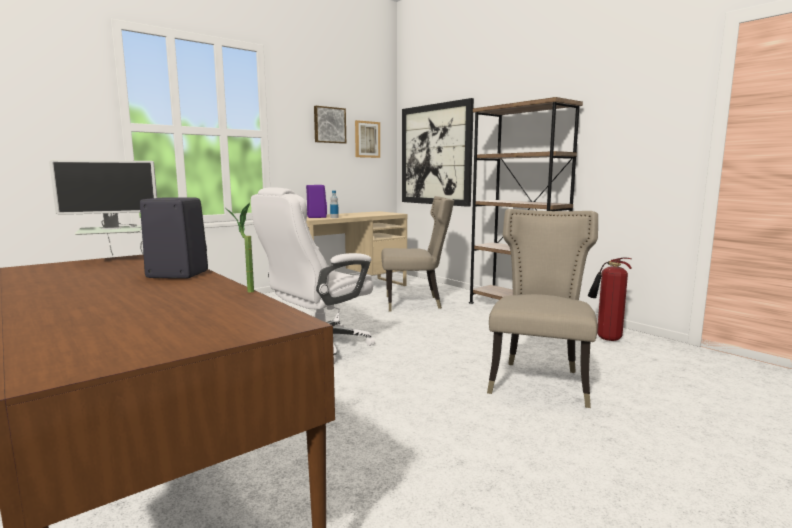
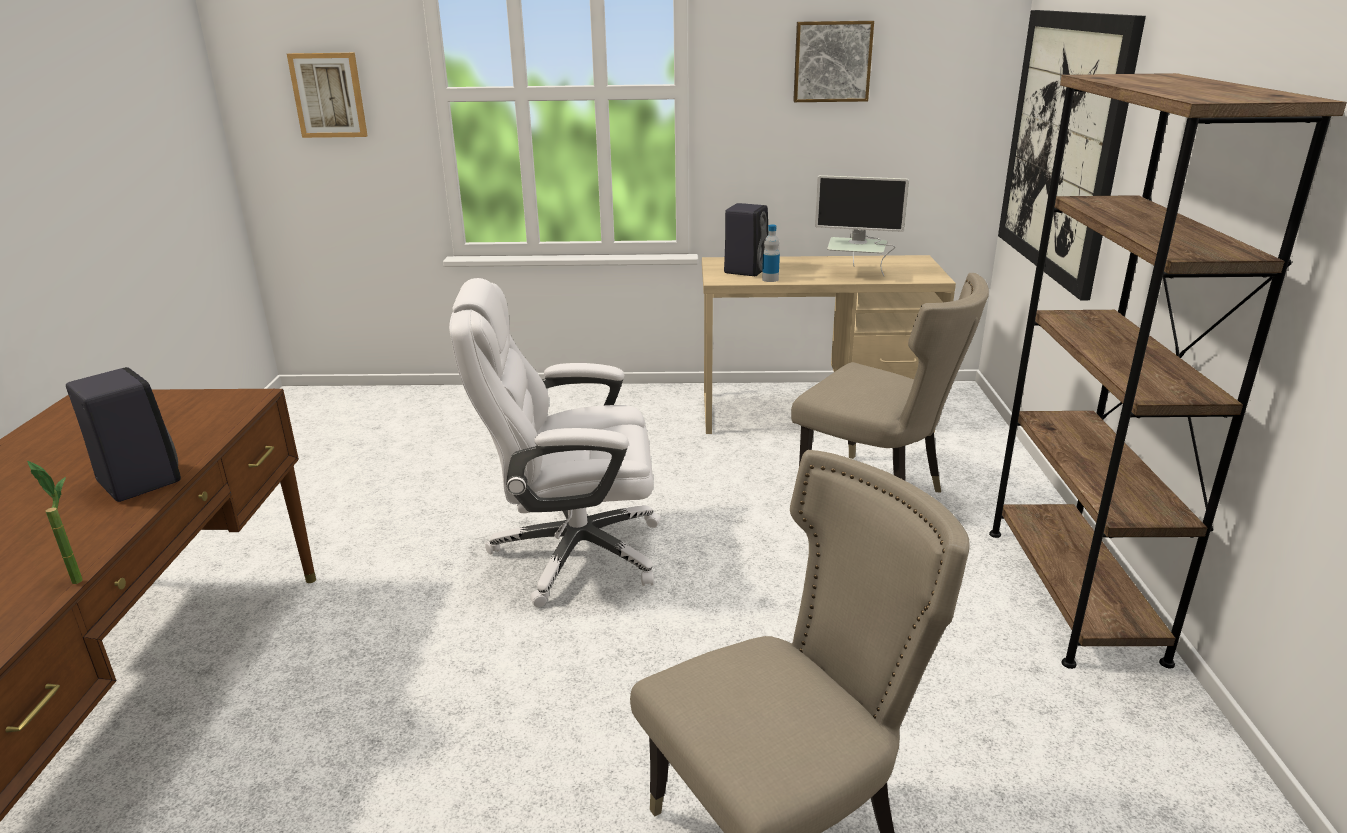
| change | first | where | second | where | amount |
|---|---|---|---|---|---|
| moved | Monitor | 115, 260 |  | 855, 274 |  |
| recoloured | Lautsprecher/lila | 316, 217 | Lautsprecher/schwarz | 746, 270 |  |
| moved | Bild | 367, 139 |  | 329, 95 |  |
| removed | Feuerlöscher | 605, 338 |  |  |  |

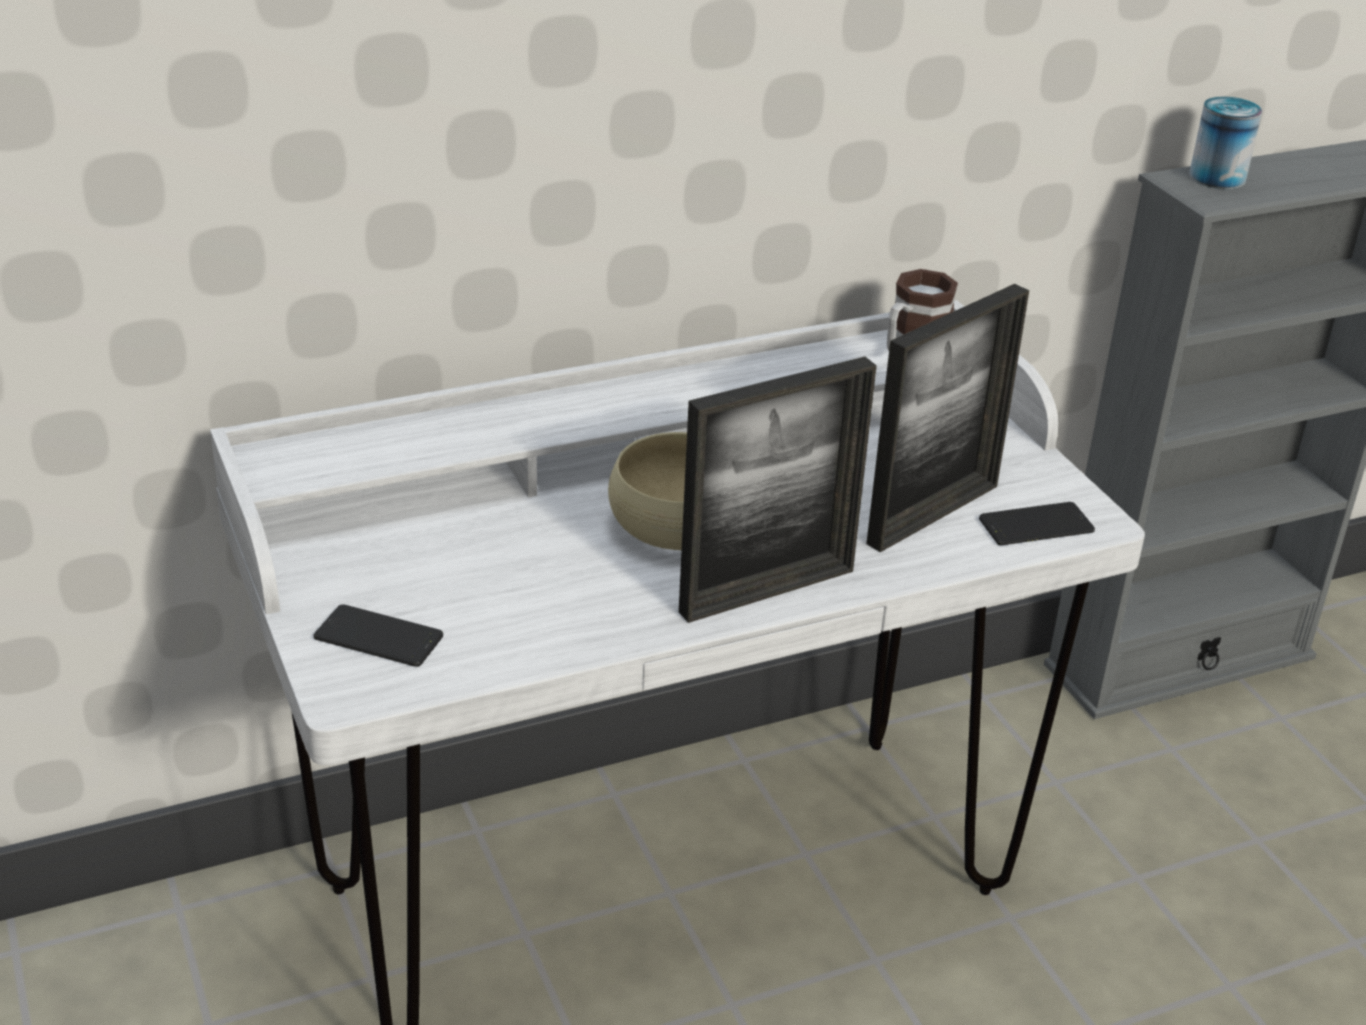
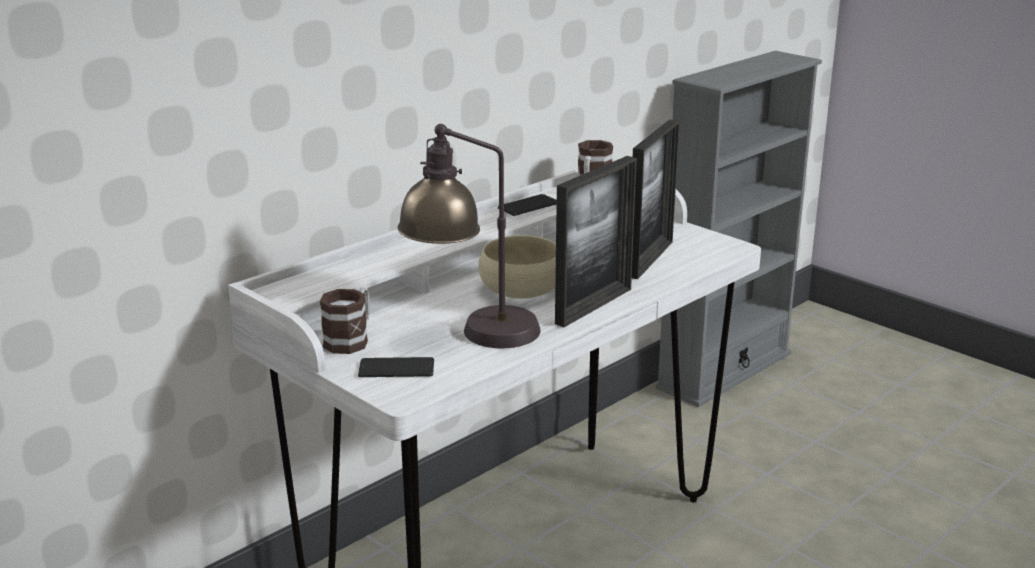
| change | first | where | second | where | amount |
|---|---|---|---|---|---|
| moved | Handy | 1036, 525 |  | 528, 206 |  |
| removed | Dose | 1217, 177 |  |  |  |
| added |  |  | Henkelbecher | 351, 339 |  |
| added |  |  | Tischlampe | 471, 333 |  |

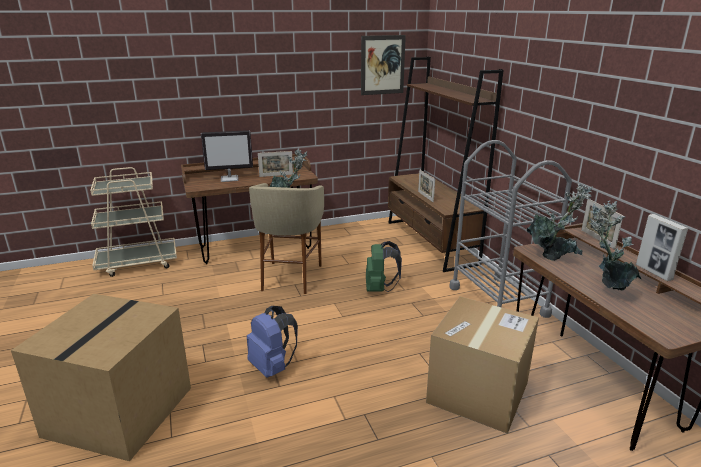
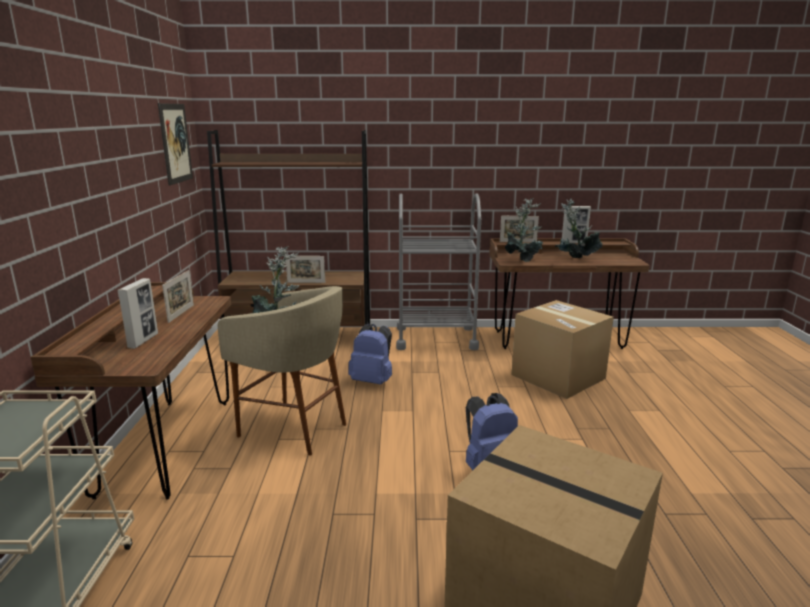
| change | first | where | second | where | amount |
|---|---|---|---|---|---|
| replaced | Monitor | 230, 179 | Bilderrahmen | 143, 341 |  |
| recoloured | Rucksack/grün | 380, 289 | Rucksack/blau | 373, 381 |  |

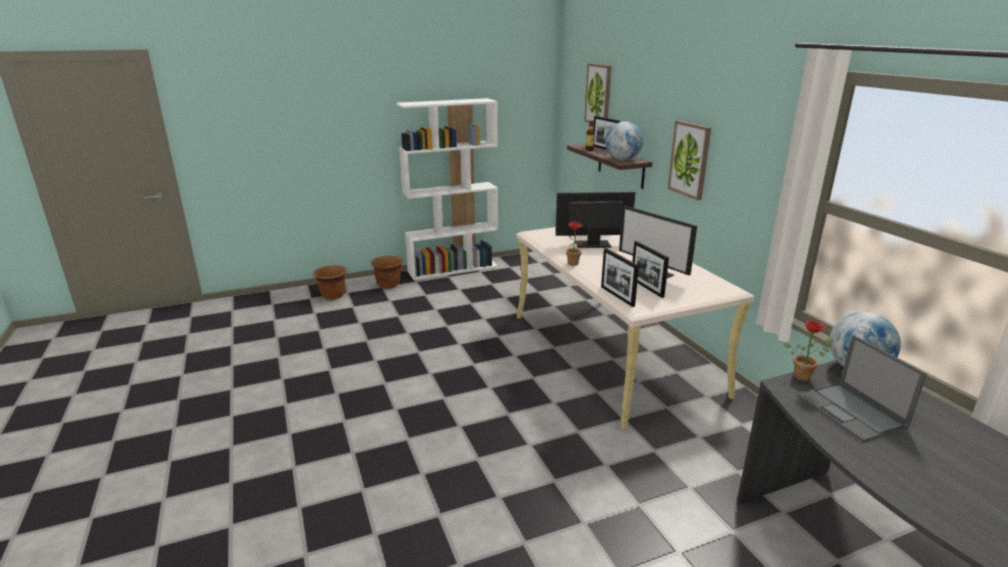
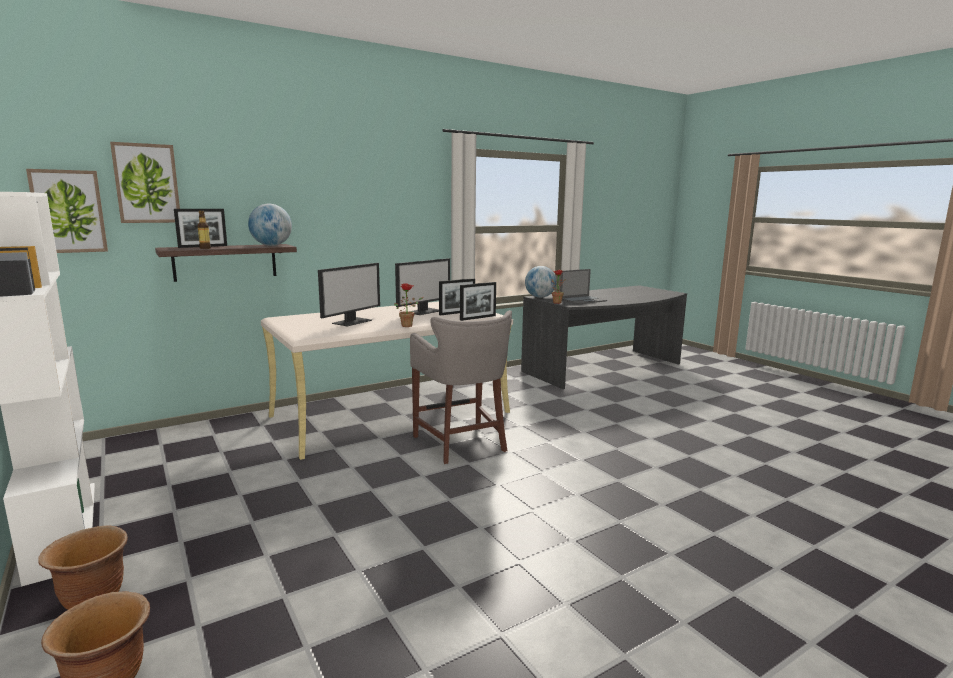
| change | first | where | second | where | amount |
|---|---|---|---|---|---|
| turned | Monitor | 592, 244 |  | 352, 321 | 135 degrees counterclockwise |
| moved | Bild | 689, 159 |  | 69, 211 |  |
| added |  |  | Hocker/grau | 462, 444 |  |

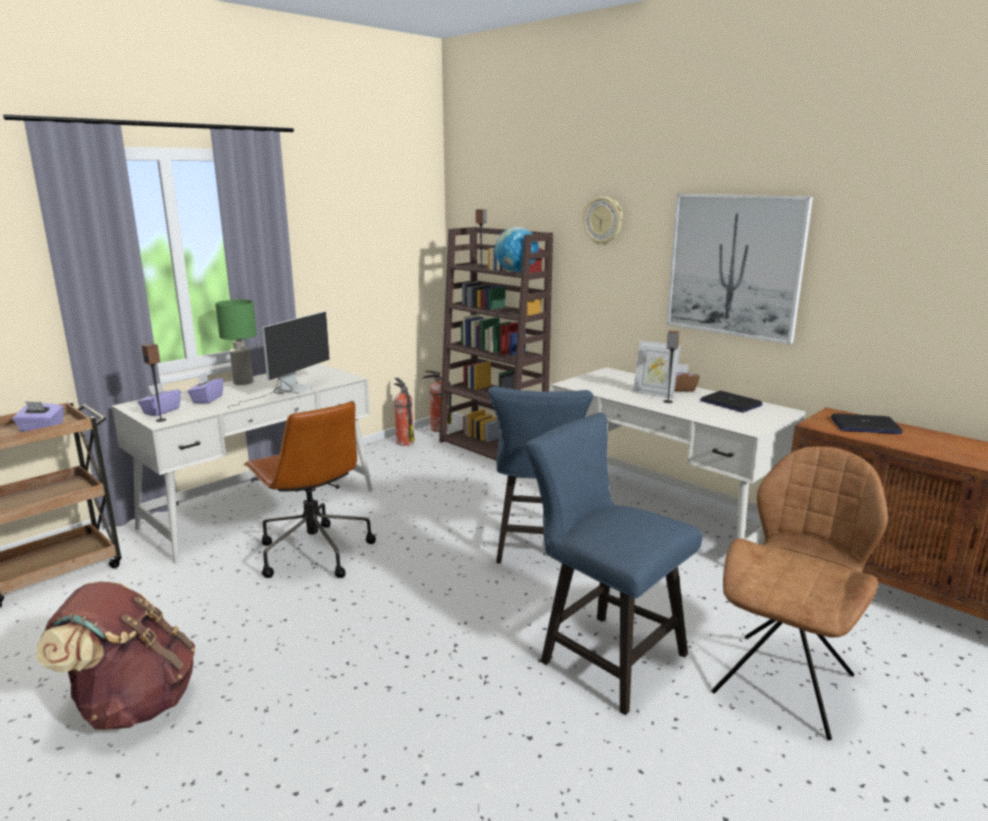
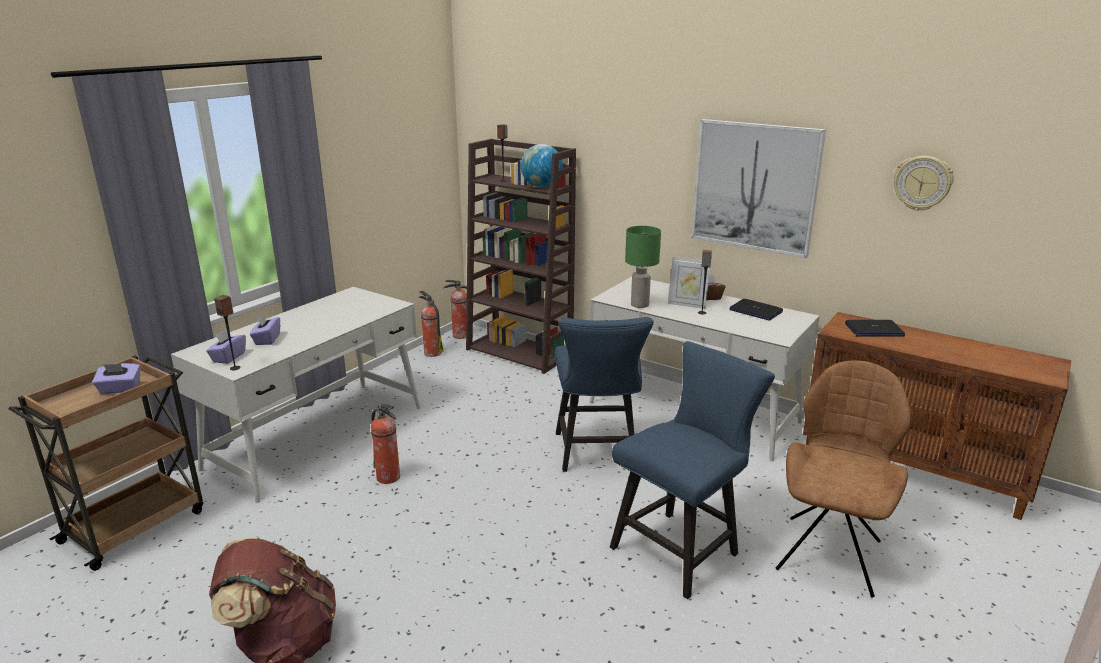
| change | first | where | second | where | amount |
|---|---|---|---|---|---|
| moved | Tischlampe/grün | 244, 382 |  | 640, 305 |  |
| removed | Monitor | 288, 391 |  |  |  |
| replaced | Bürostuhl/braun | 313, 552 | Feuerlöscher | 389, 477 |  |
| turned | Stuhl/blau | 604, 655 |  | 681, 548 | 105 degrees clockwise |
| moved | Wanduhr | 603, 221 |  | 922, 183 |  |

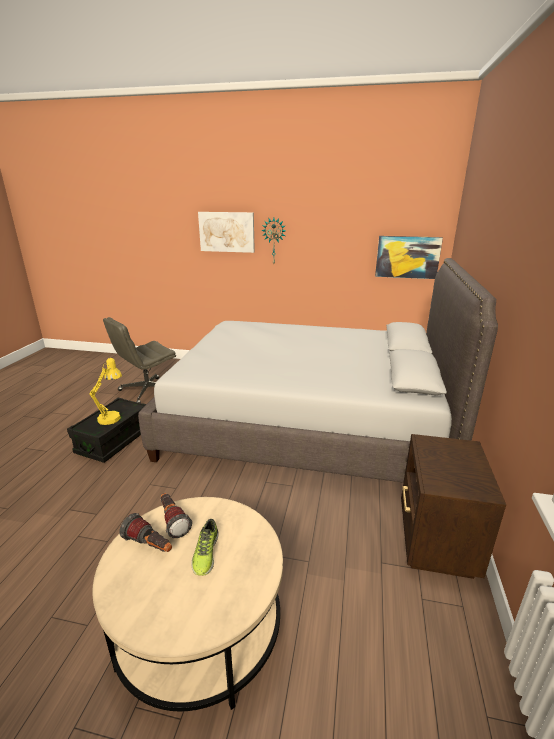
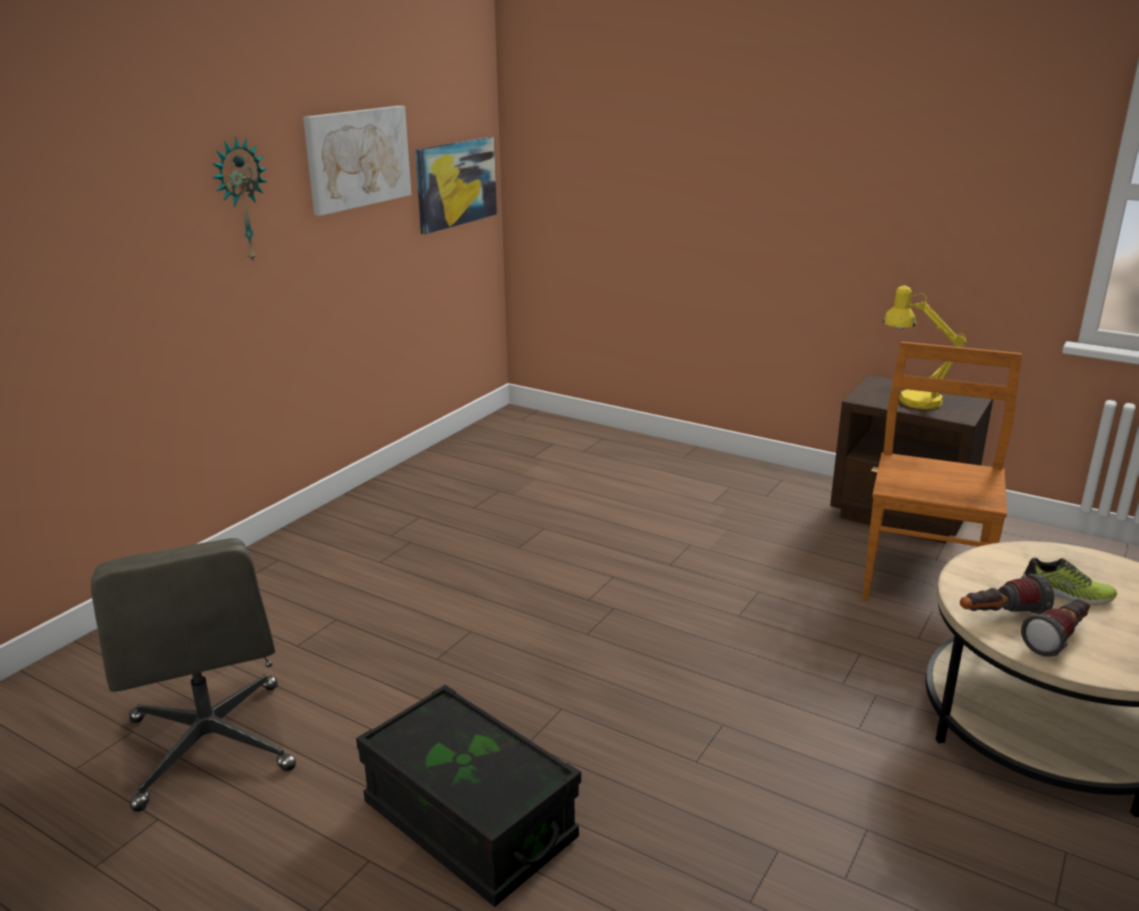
| change | first | where | second | where | amount |
|---|---|---|---|---|---|
| moved | Tischlampe/gelb | 112, 416 |  | 911, 400 |  |
| removed | Bett/grau | 307, 425 |  |  |  |
| moved | Bild | 227, 232 |  | 357, 158 |  |
| added |  |  | Stuhl/braun | 923, 582 |  |

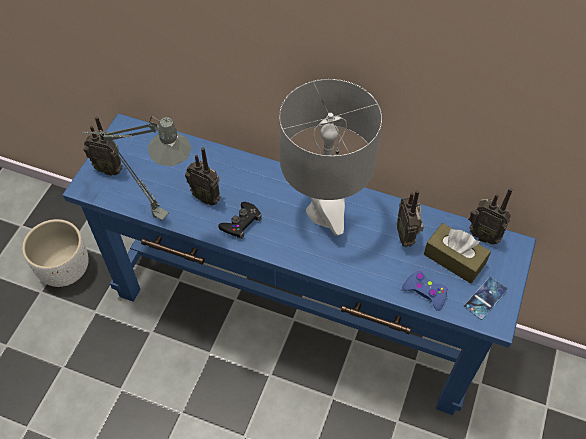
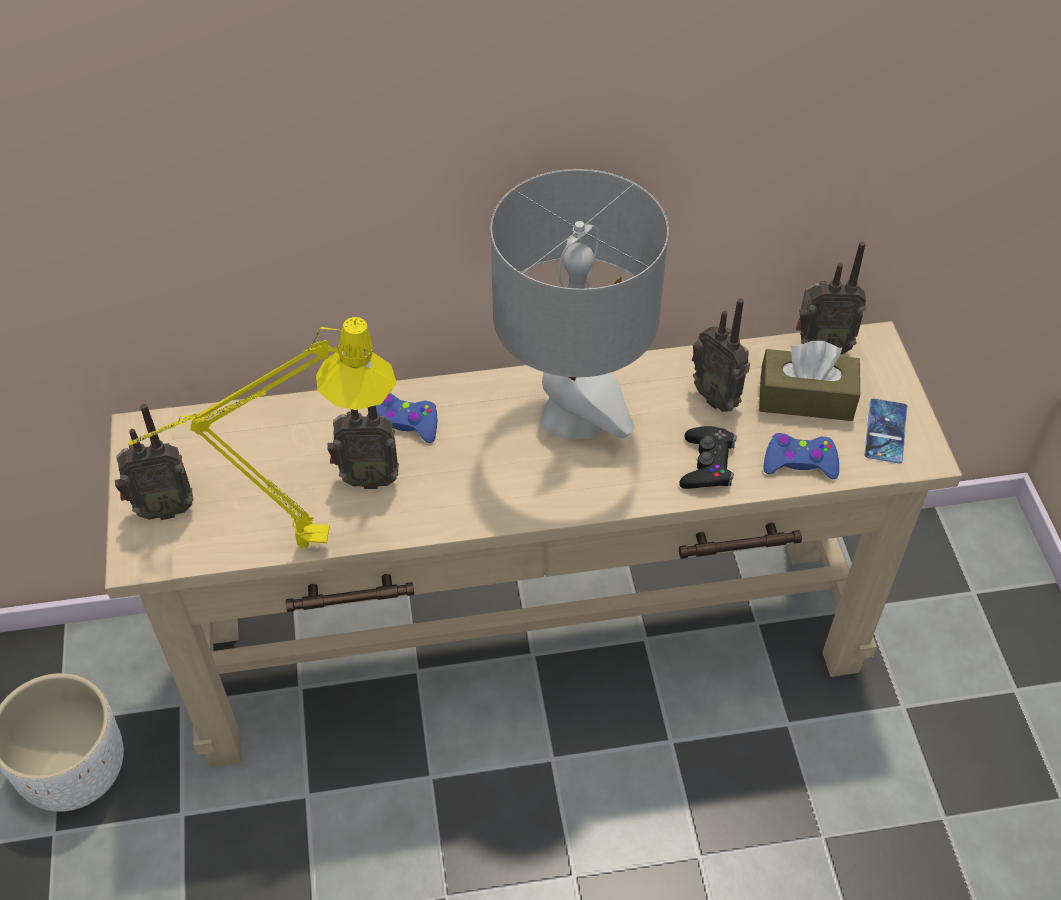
| change | first | where | second | where | amount |
|---|---|---|---|---|---|
| recoloured | Konsolentisch/blau | 294, 315 | Konsolentisch/beige | 529, 647 |  |
| recoloured | Tischlampe/grau | 149, 213 | Tischlampe/gelb | 286, 546 |  |
| moved | Gamepad/schwarz | 241, 223 |  | 707, 464 |  |
| added |  |  | Gamepad/blau | 404, 424 |  |

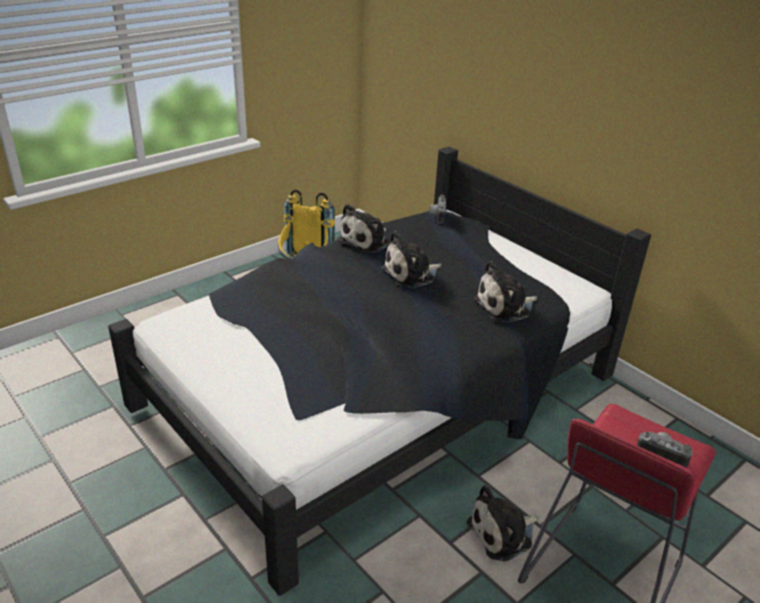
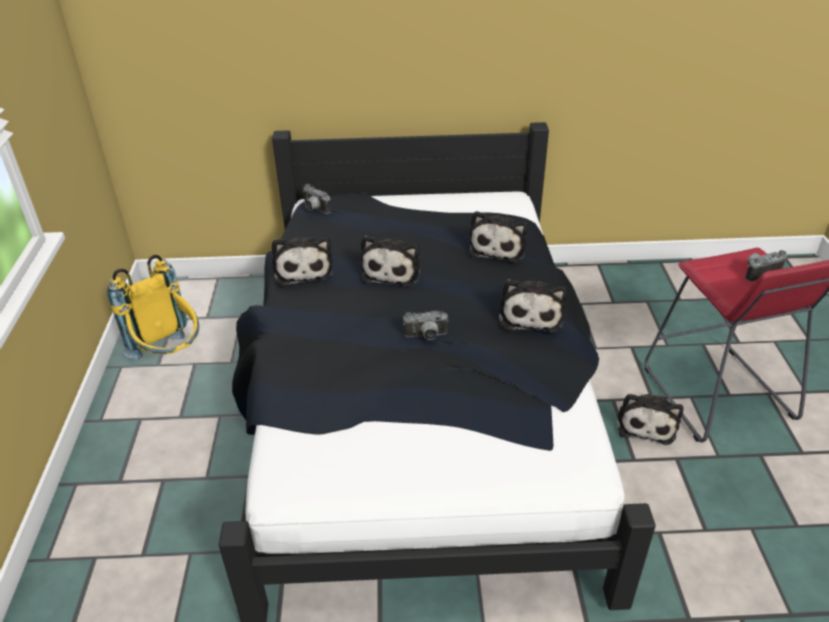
| change | first | where | second | where | amount |
|---|---|---|---|---|---|
| added |  |  | Kamera | 426, 337 |  |
| added |  |  | Plüschtier | 530, 314 |  |

